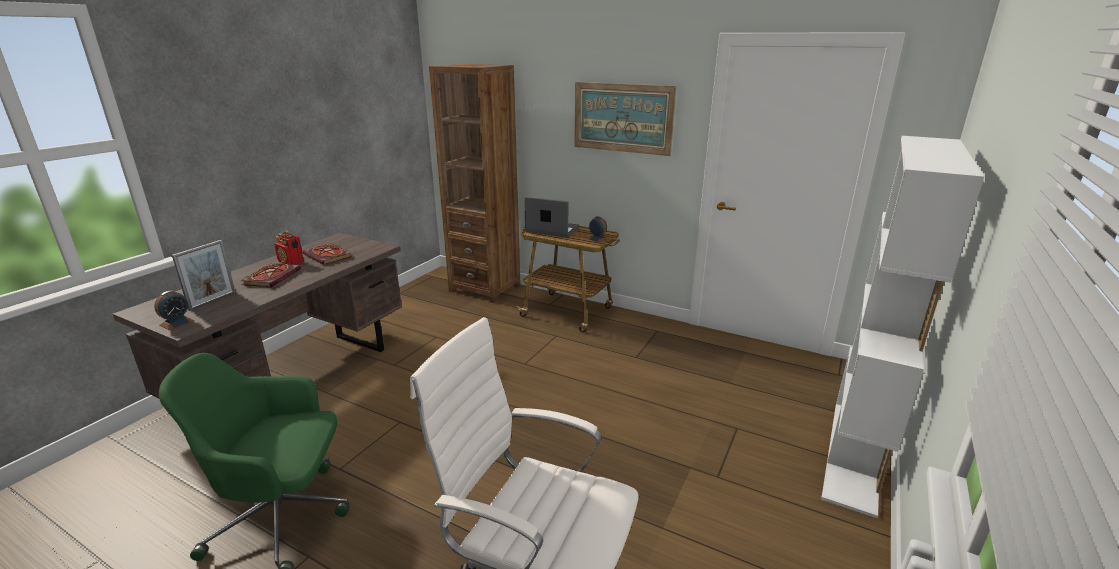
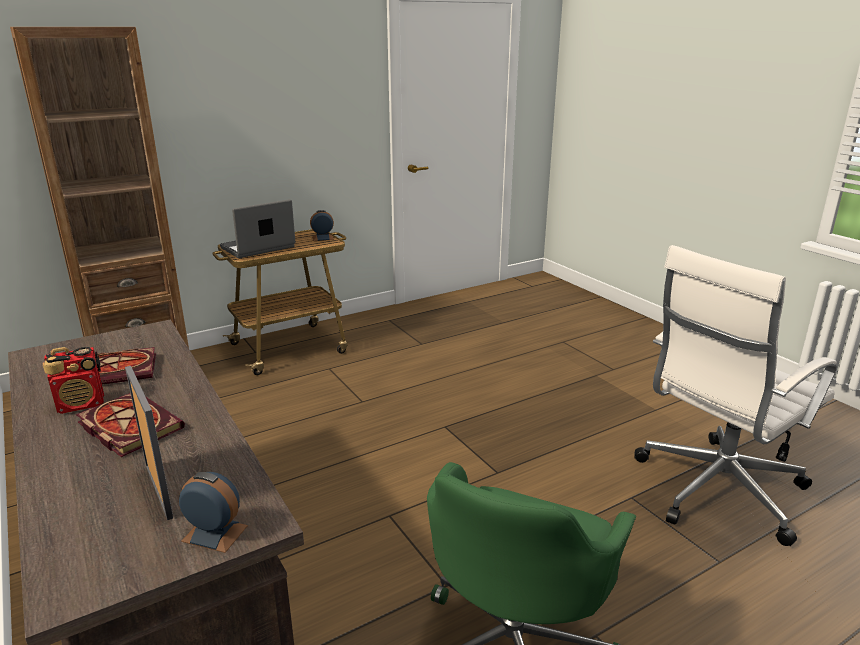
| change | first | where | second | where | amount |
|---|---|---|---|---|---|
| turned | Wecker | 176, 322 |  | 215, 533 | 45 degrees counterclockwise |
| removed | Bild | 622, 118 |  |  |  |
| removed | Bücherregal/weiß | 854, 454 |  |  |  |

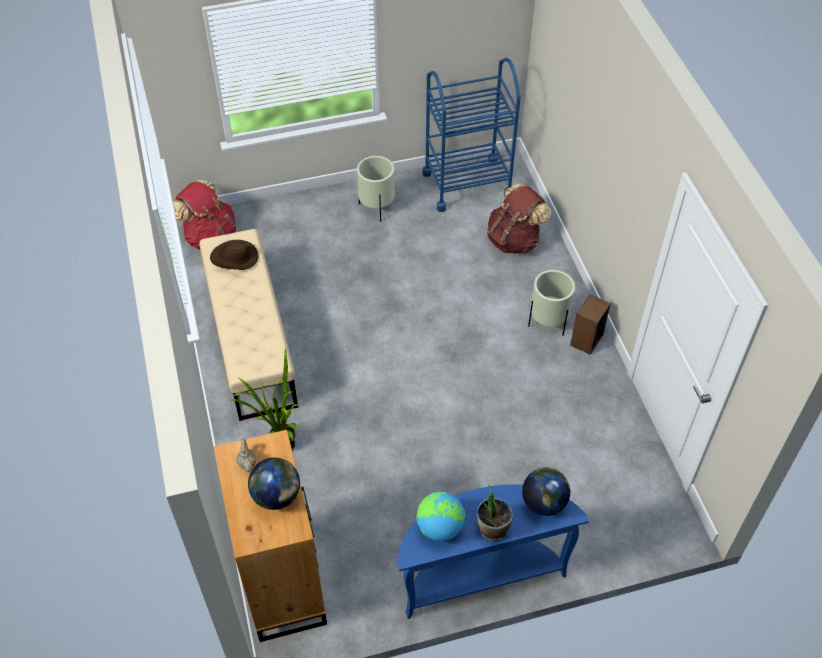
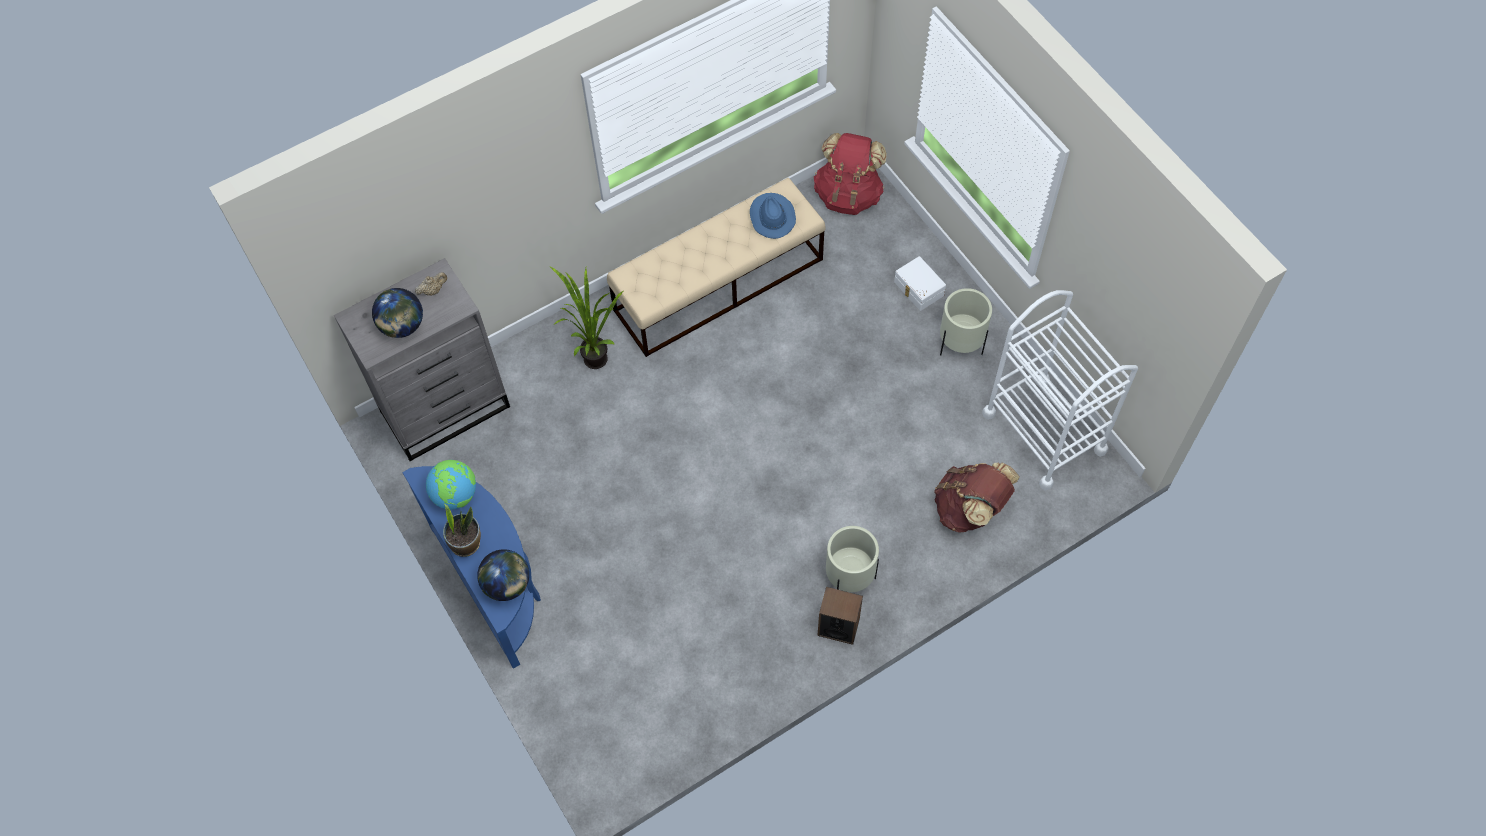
| change | first | where | second | where | amount |
|---|---|---|---|---|---|
| recoloured | Hut/braun | 234, 258 | Hut/blau | 771, 217 |  |
| recoloured | Kommode/braun | 282, 580 | Kommode/grau | 446, 408 |  |
| recoloured | Rollwagen/blau | 467, 184 | Rollwagen/weiß | 1044, 432 |  |
| added |  |  | Aufbewahrungsbox/weiß | 918, 289 |  |

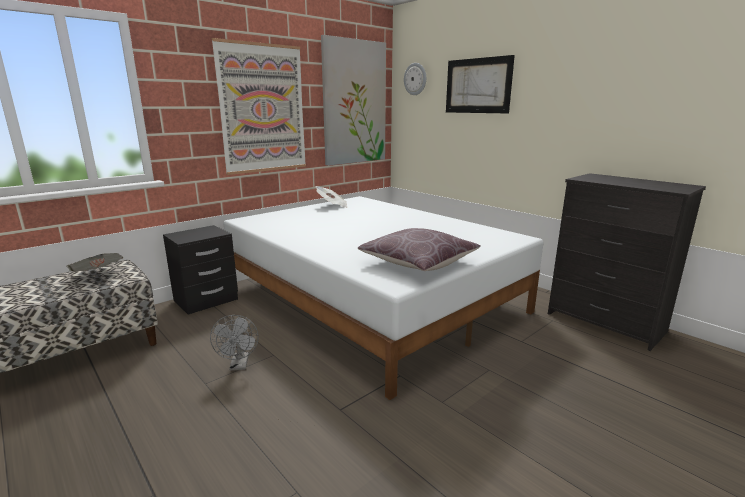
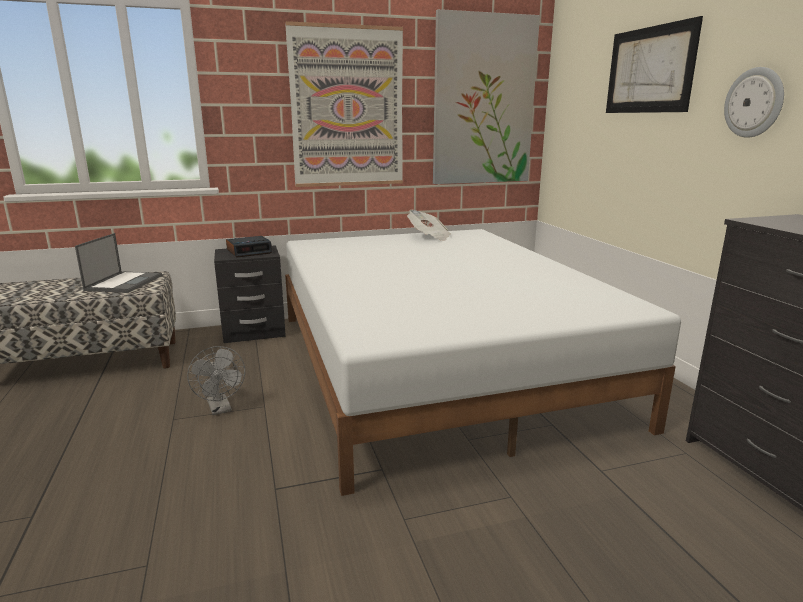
| change | first | where | second | where | amount |
|---|---|---|---|---|---|
| replaced | Zeitung | 98, 275 | Laptop | 124, 282 |  |
| turned | Ventilator/grau | 239, 365 |  | 221, 409 | 45 degrees counterclockwise |
| removed | Kissen/braun | 418, 262 |  |  |  |
| moved | Wanduhr | 415, 79 |  | 754, 103 |  |
| added |  |  | Wecker | 249, 251 |  |

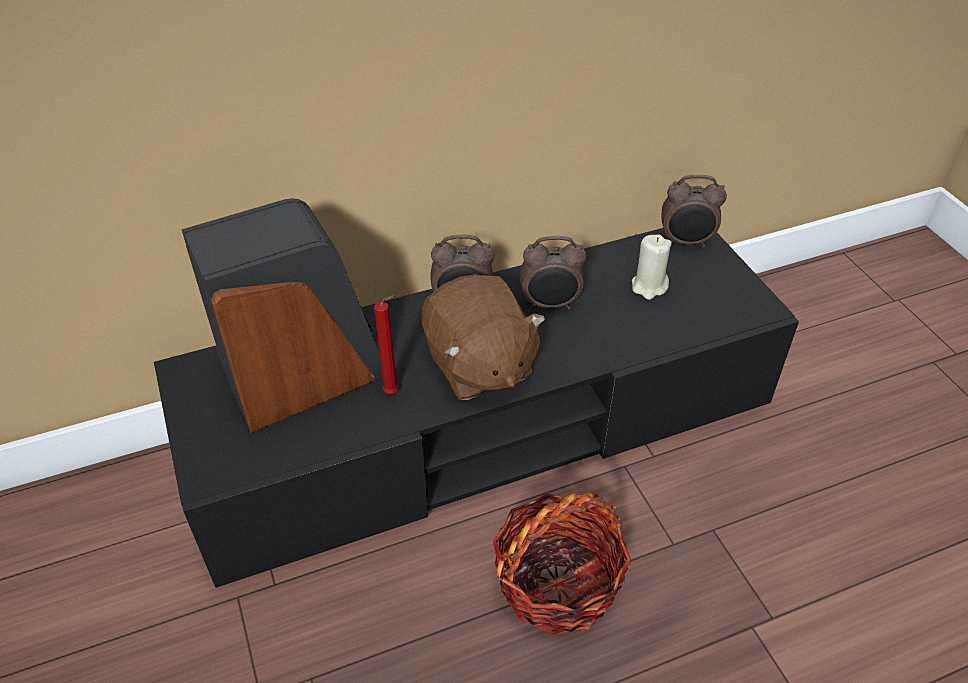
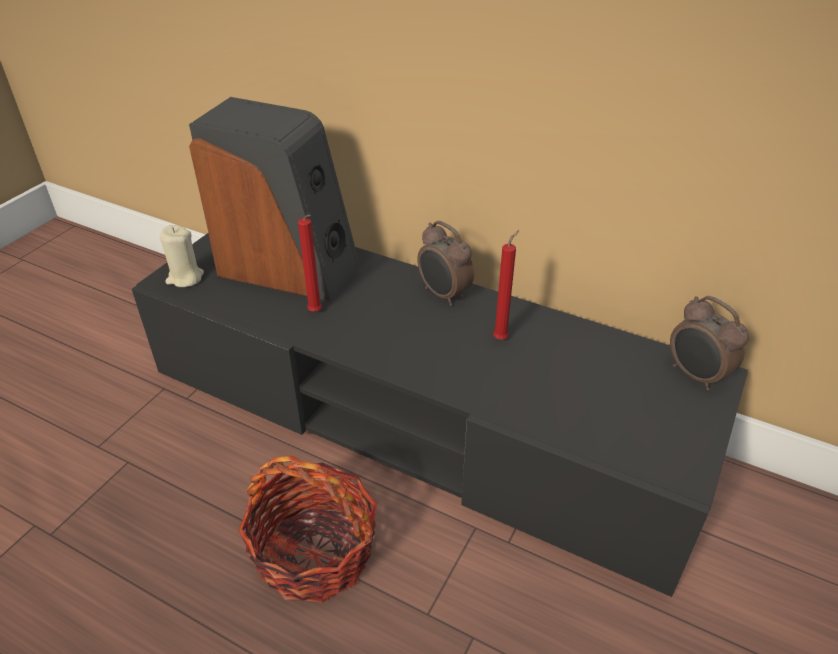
| change | first | where | second | where | amount |
|---|---|---|---|---|---|
| removed | Plüschtier/braun | 478, 365 |  |  |  |
| replaced | Wecker | 550, 304 | Kerze/rot | 502, 338 |  |
| moved | Kerze/beige | 649, 286 |  | 185, 278 |  |

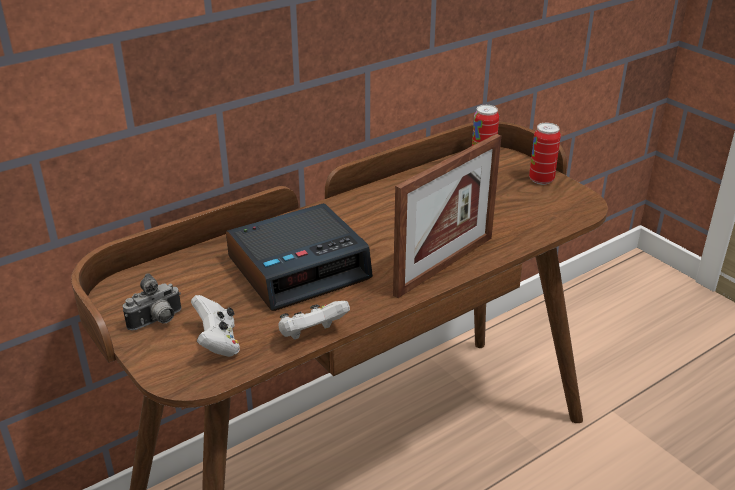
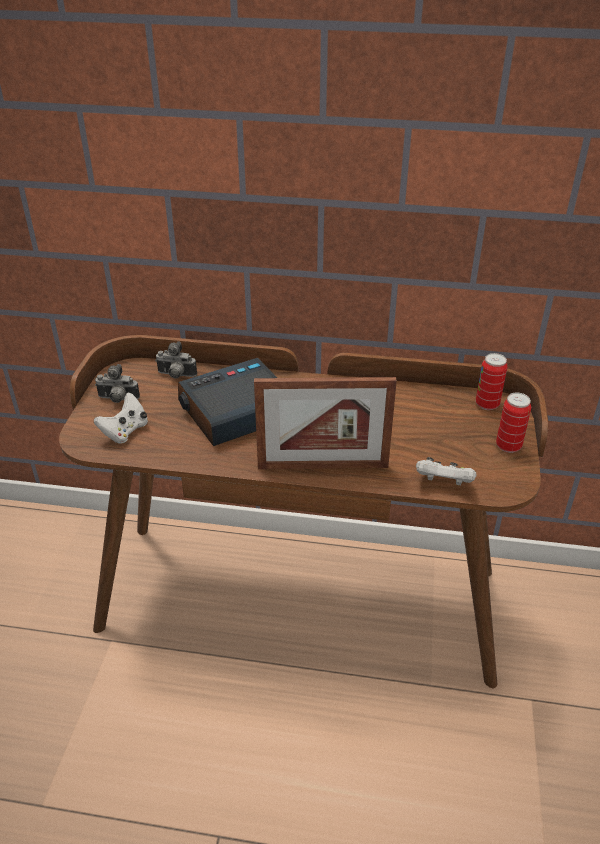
| change | first | where | second | where | amount |
|---|---|---|---|---|---|
| turned | Wecker | 299, 267 |  | 235, 412 | 135 degrees clockwise |
| moved | Gamepad/weiß | 311, 334 |  | 443, 483 |  |
| added |  |  | Kamera | 176, 376 |  |

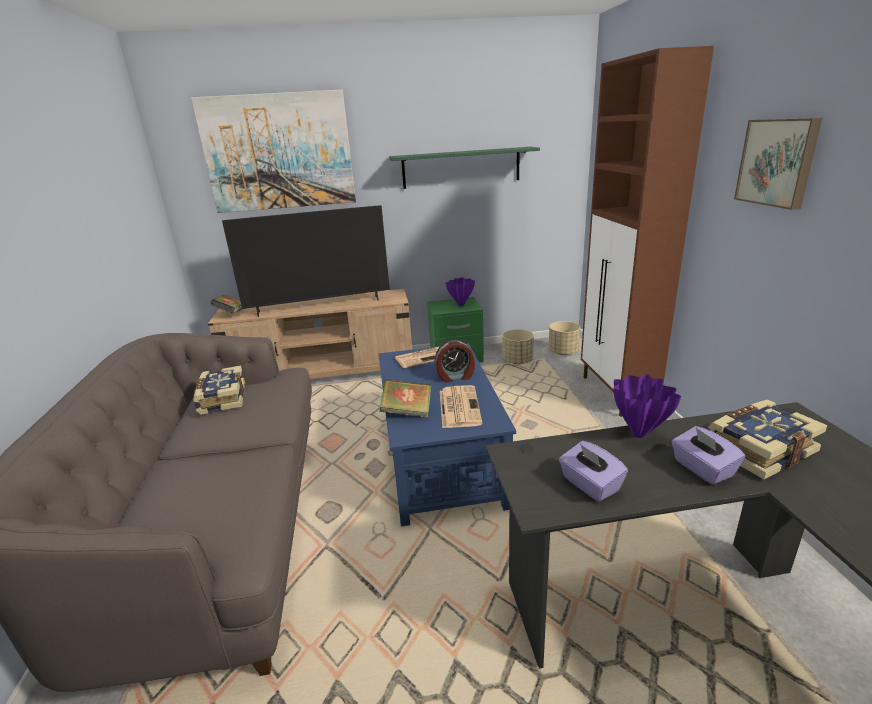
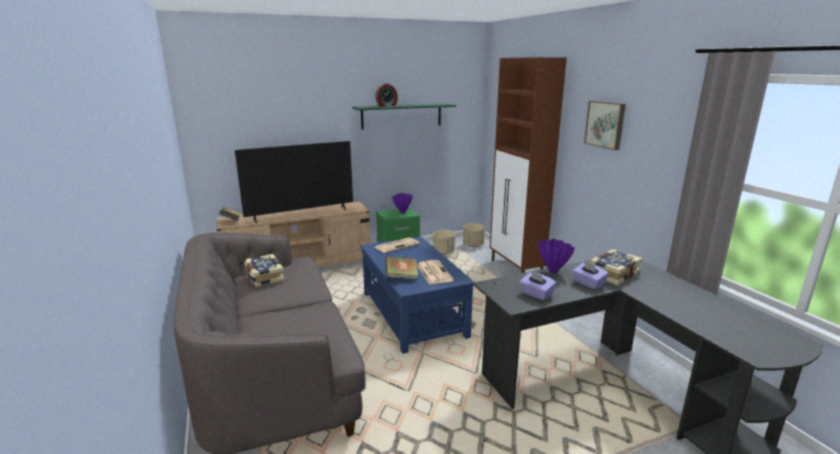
| change | first | where | second | where | amount |
|---|---|---|---|---|---|
| removed | Bild | 278, 152 |  |  |  |
| moved | Wecker | 455, 377 |  | 387, 106 |  |

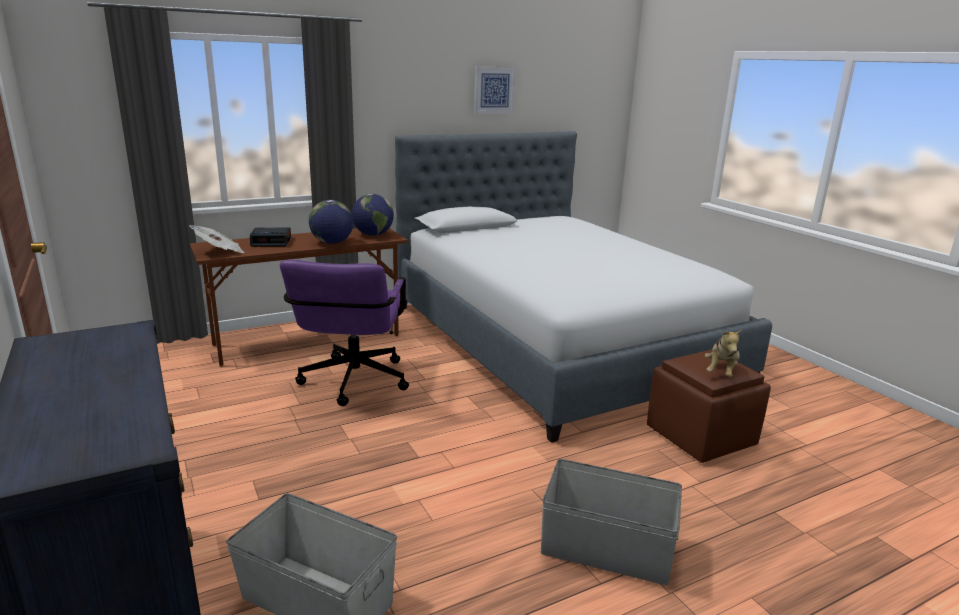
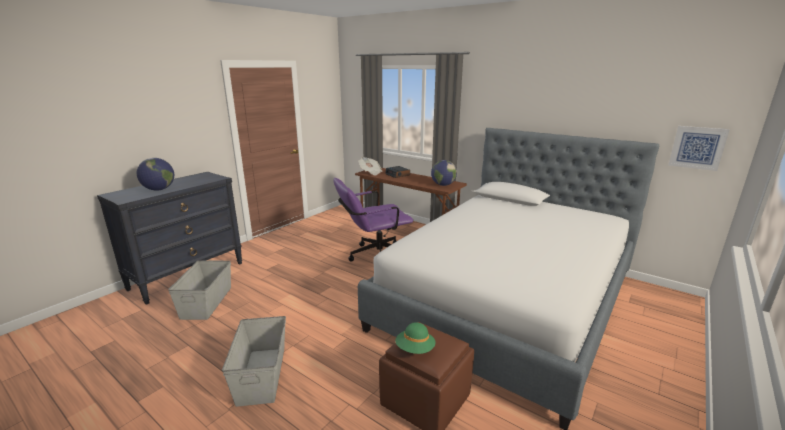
| change | first | where | second | where | amount |
|---|---|---|---|---|---|
| moved | Globus | 332, 243 |  | 159, 189 |  |
| moved | Bild | 493, 90 |  | 697, 147 |  |
| replaced | Plüschtier | 721, 371 | Hut/grün | 415, 349 |  |

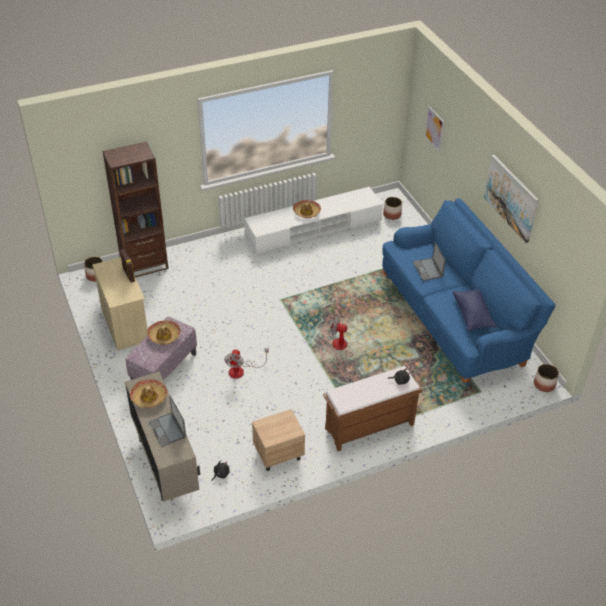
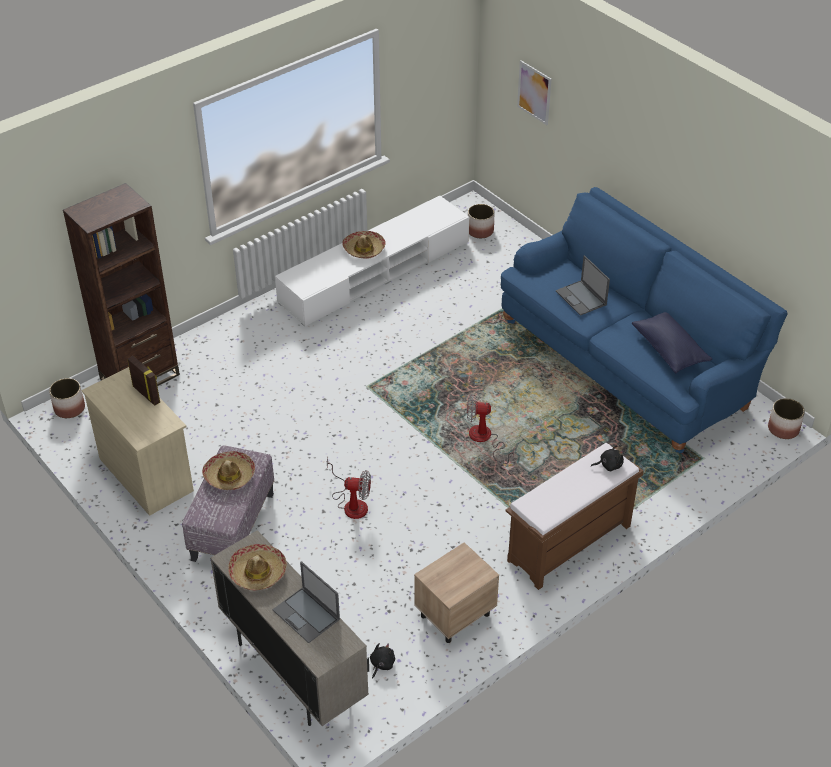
| change | first | where | second | where | amount |
|---|---|---|---|---|---|
| turned | Ventilator | 241, 370 |  | 351, 503 | 75 degrees counterclockwise |
| removed | Bild | 511, 198 |  |  |  |

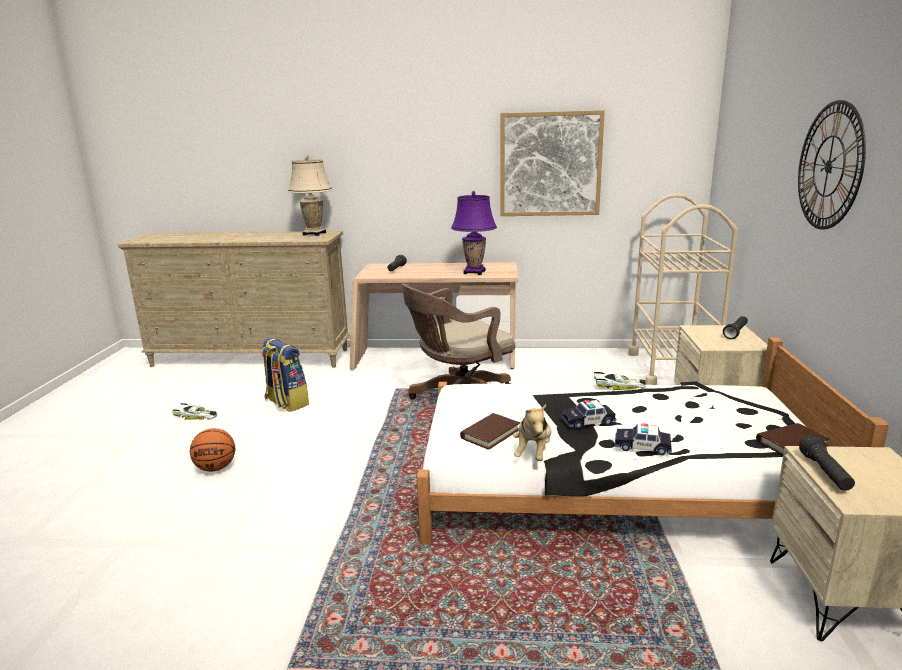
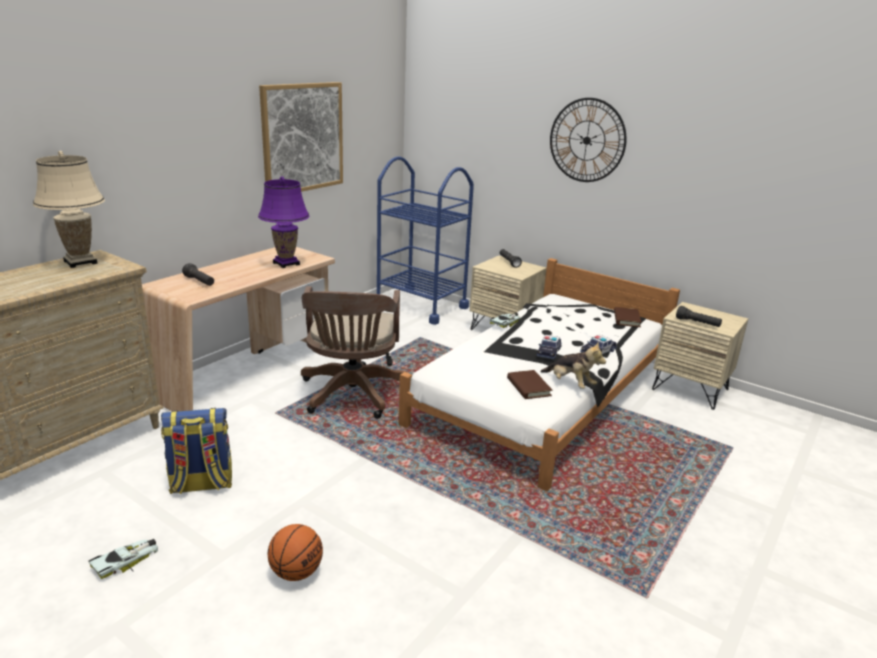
| change | first | where | second | where | amount |
|---|---|---|---|---|---|
| recoloured | Rollwagen/beige | 672, 369 | Rollwagen/blau | 421, 306 |  |

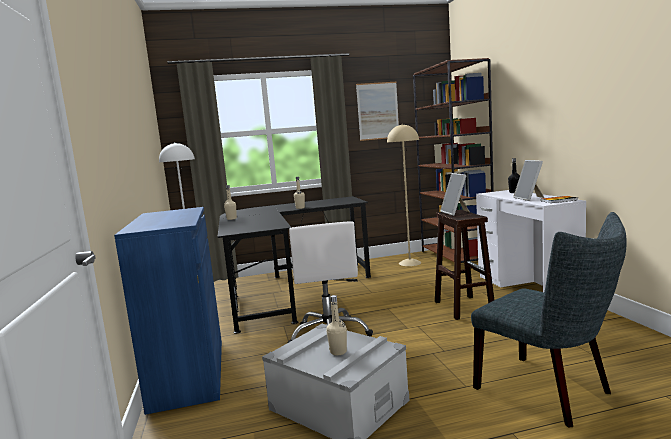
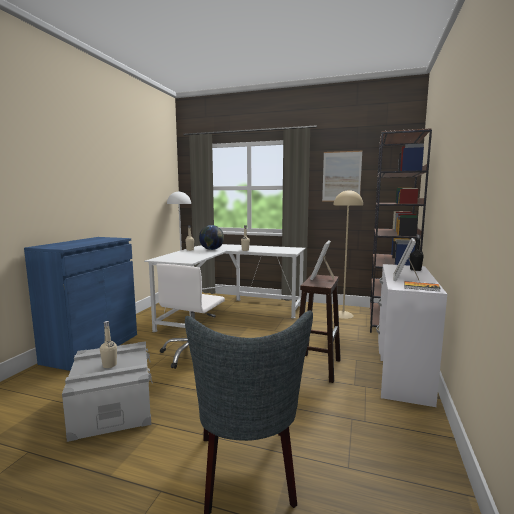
| change | first | where | second | where | amount |
|---|---|---|---|---|---|
| recoloured | Schreibtisch/schwarz | 288, 290 | Schreibtisch/weiß | 228, 312 |  |
| added |  |  | Globus | 212, 249 |  |

